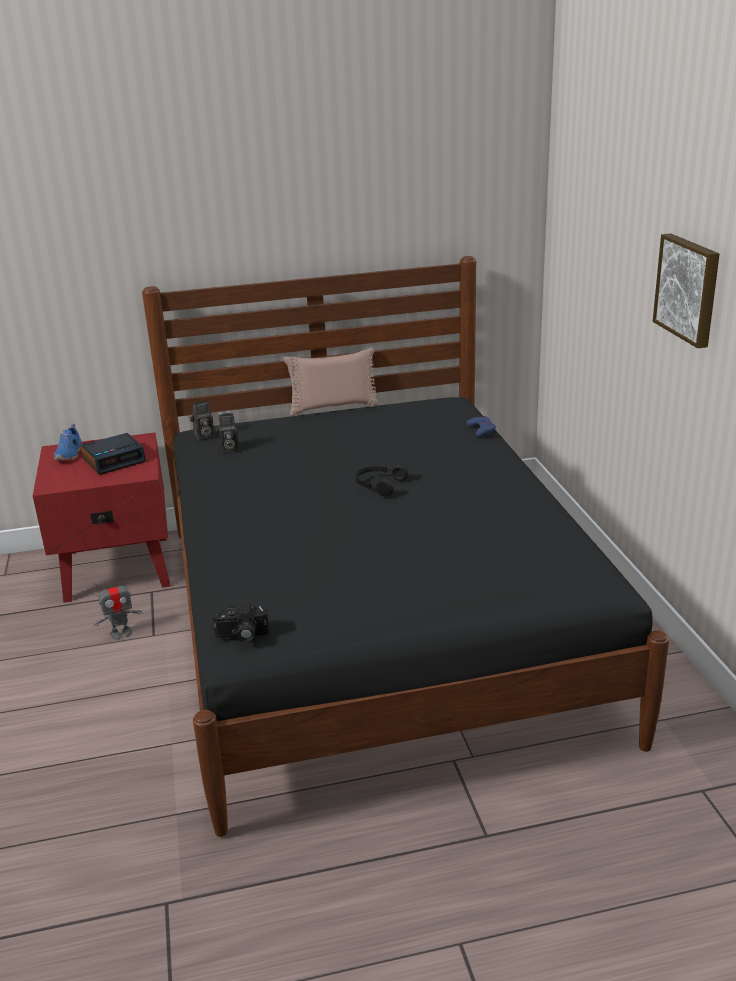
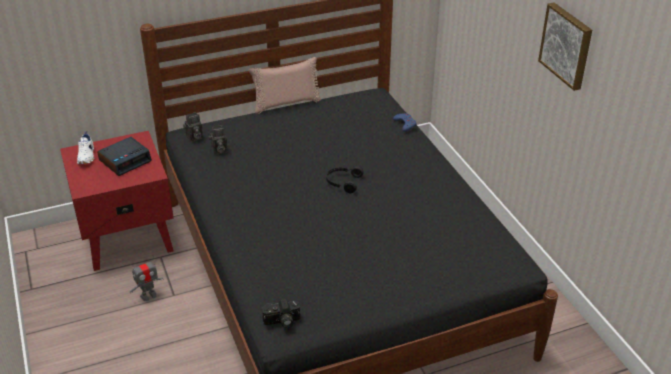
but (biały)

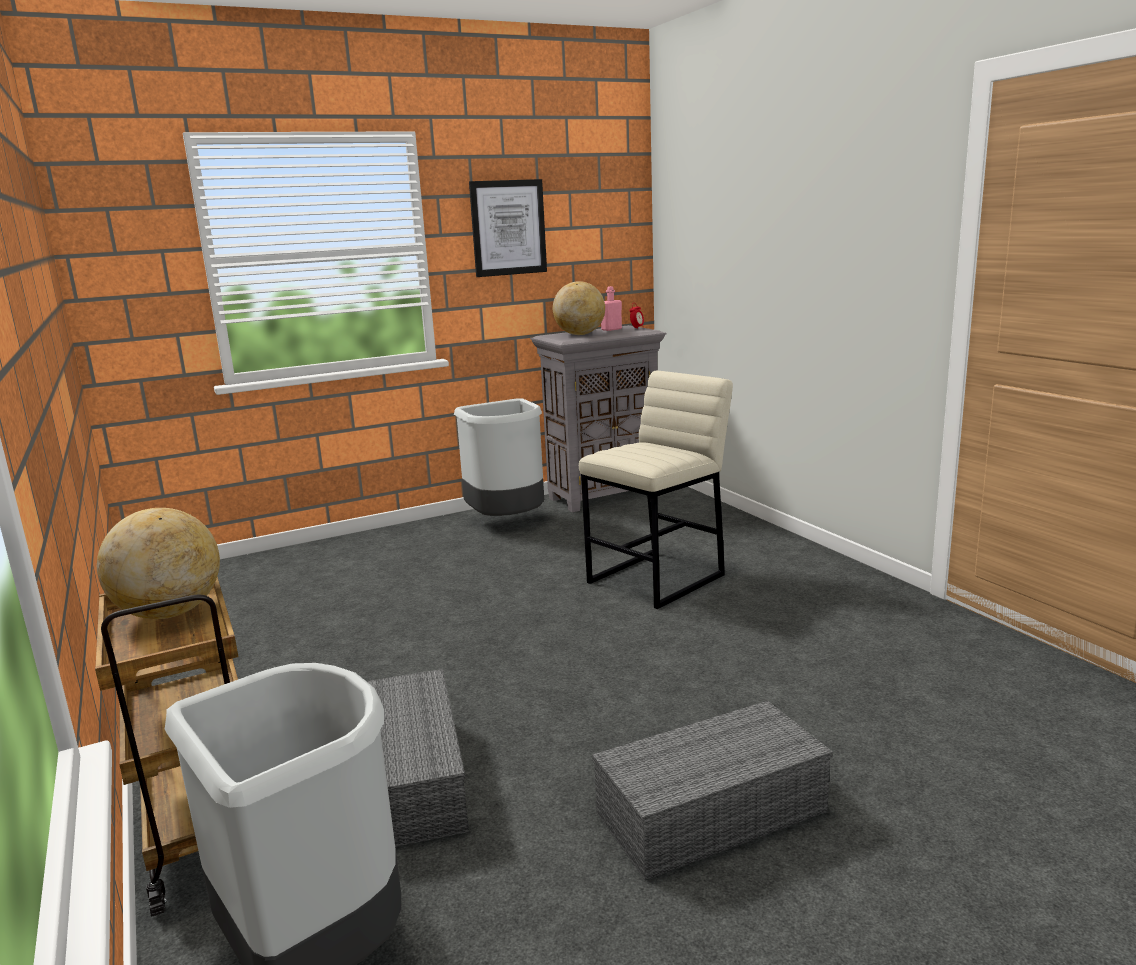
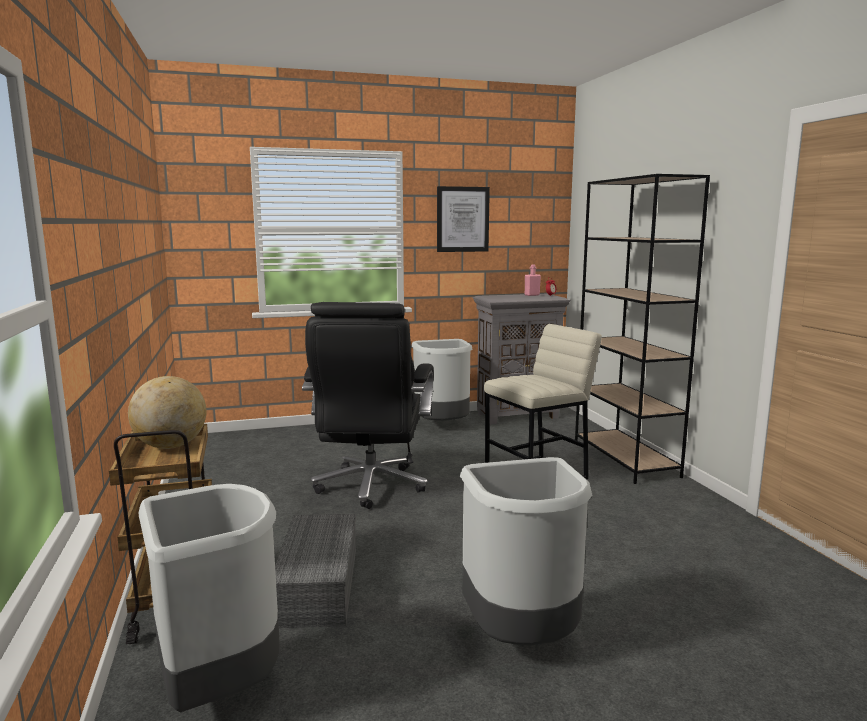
globus (no. 2 from left in the first image); kosz na śmieci (szary) (no. 3 from left); krzesło biurowe (czarny); regał (beżowy)

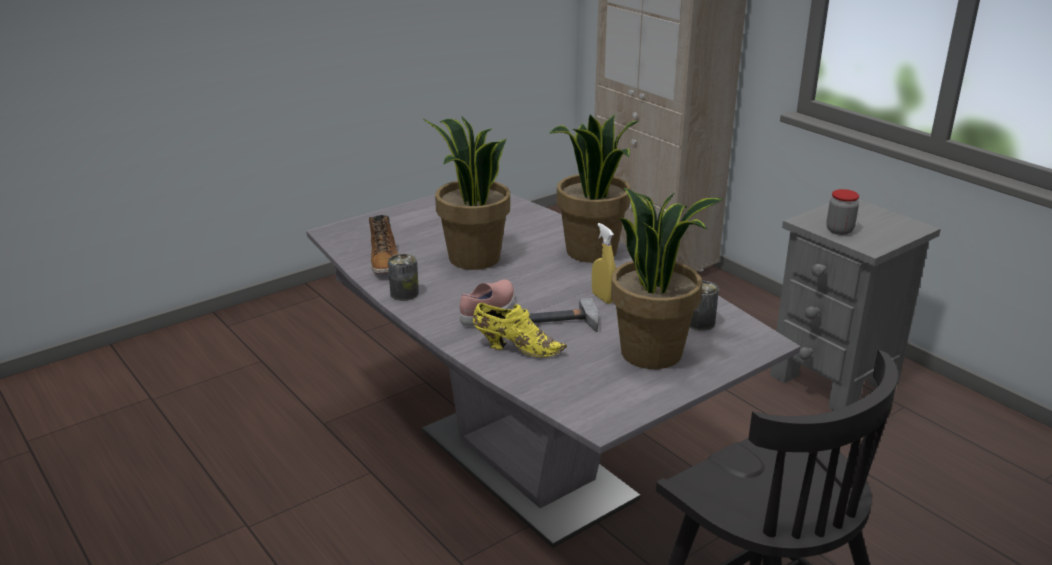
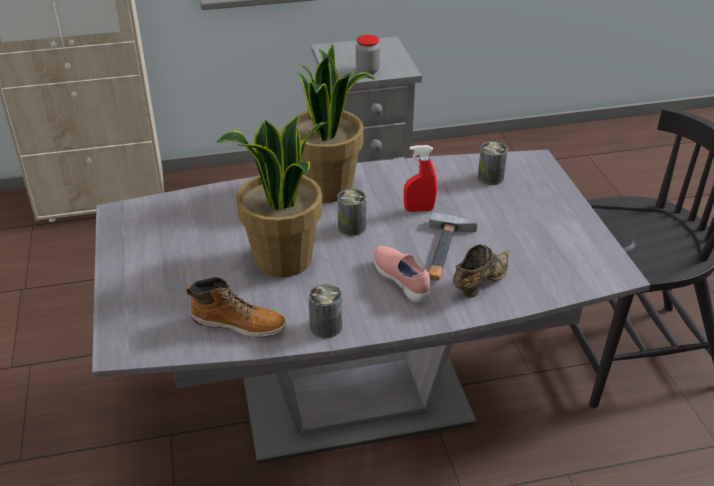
but (brązowy); spryskiwacz (czerwony); roślina doniczkowa (no. 3 from left in the first image); puszka (no. 2 from left)

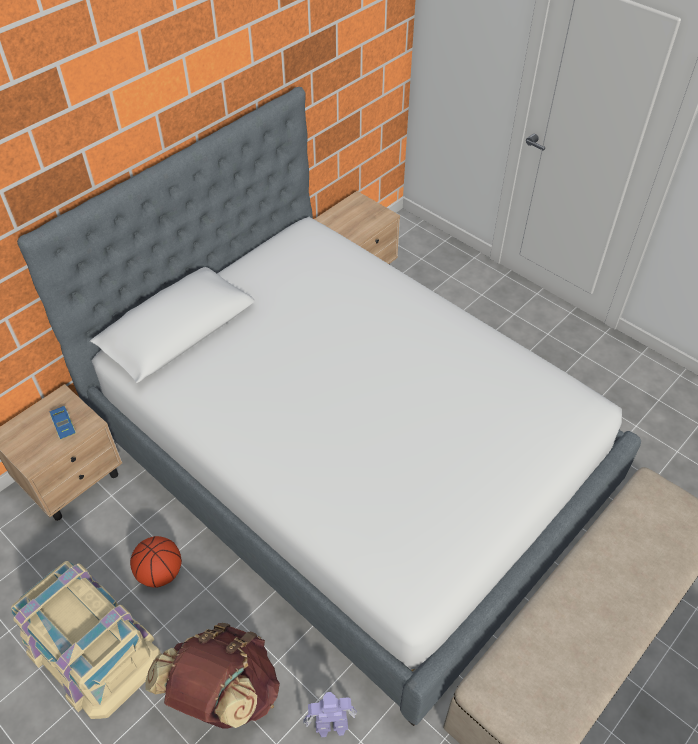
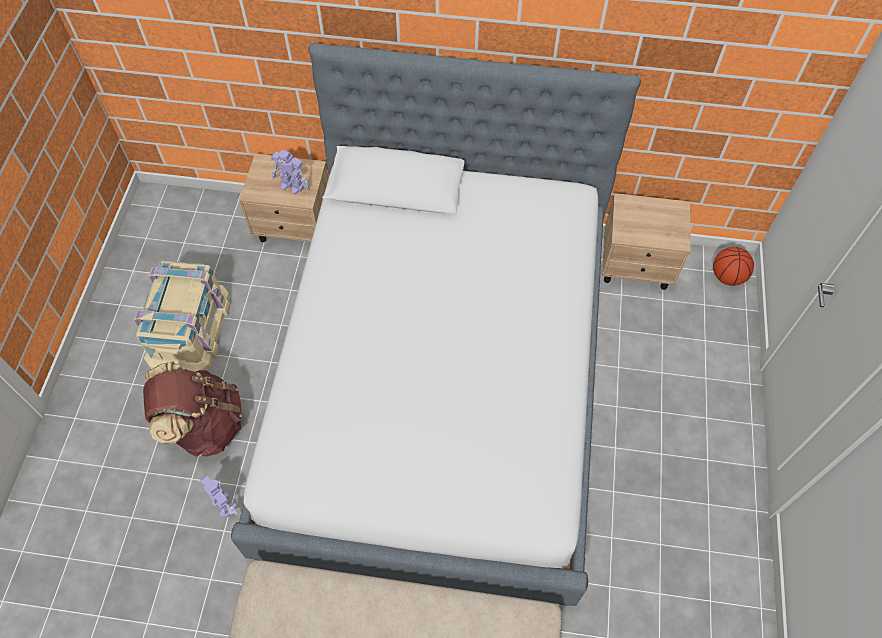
robot zabawkowy (no. 2 from left); piłka do koszykówki

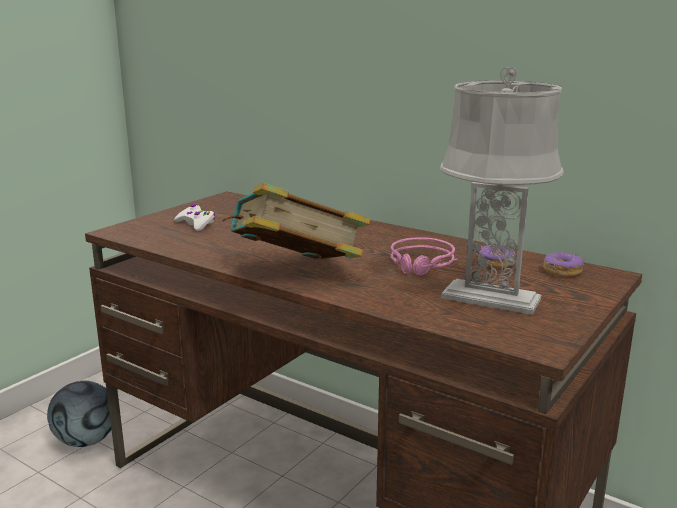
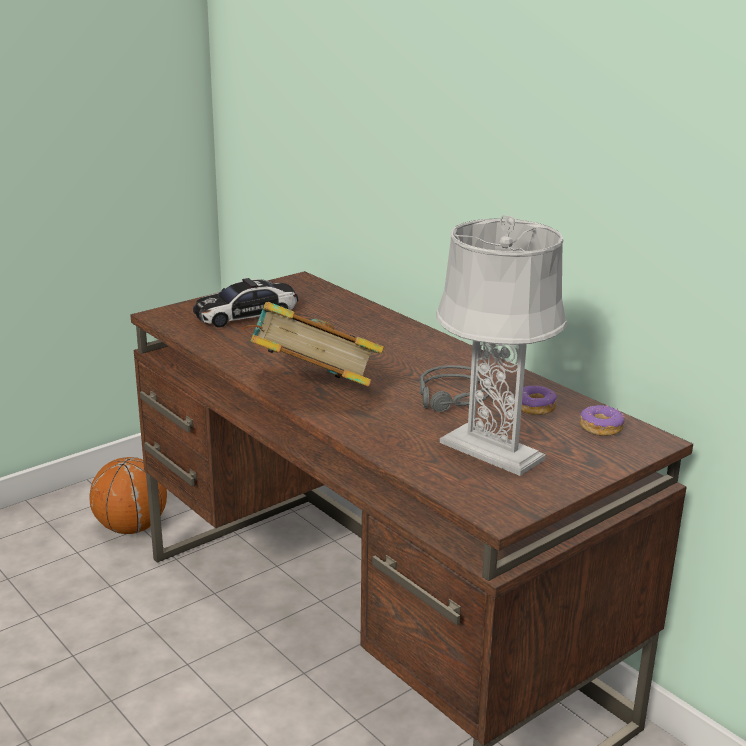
piłka do koszykówki; samochodzik; słuchawki (szary)

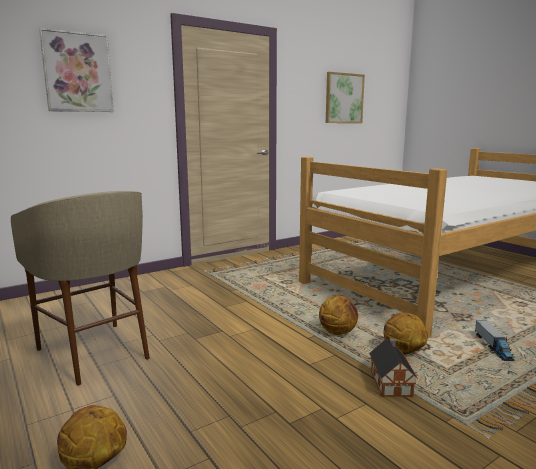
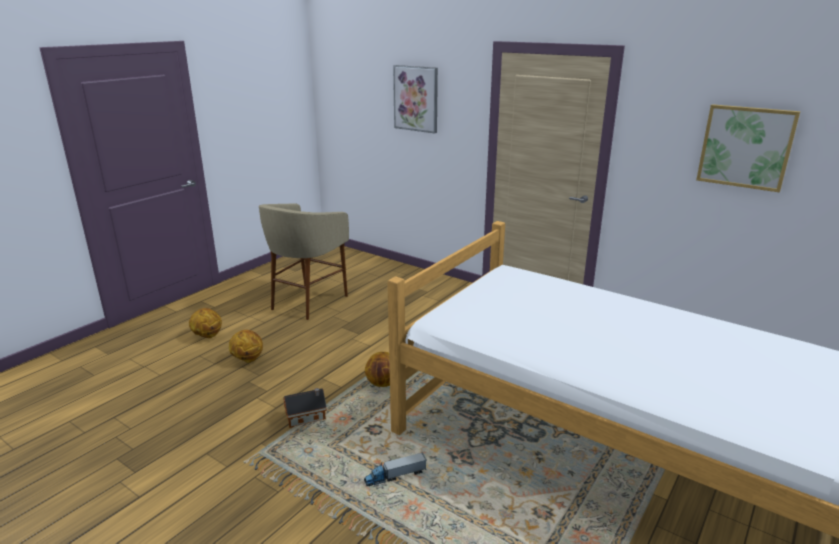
piłka do koszykówki (no. 2 from left)

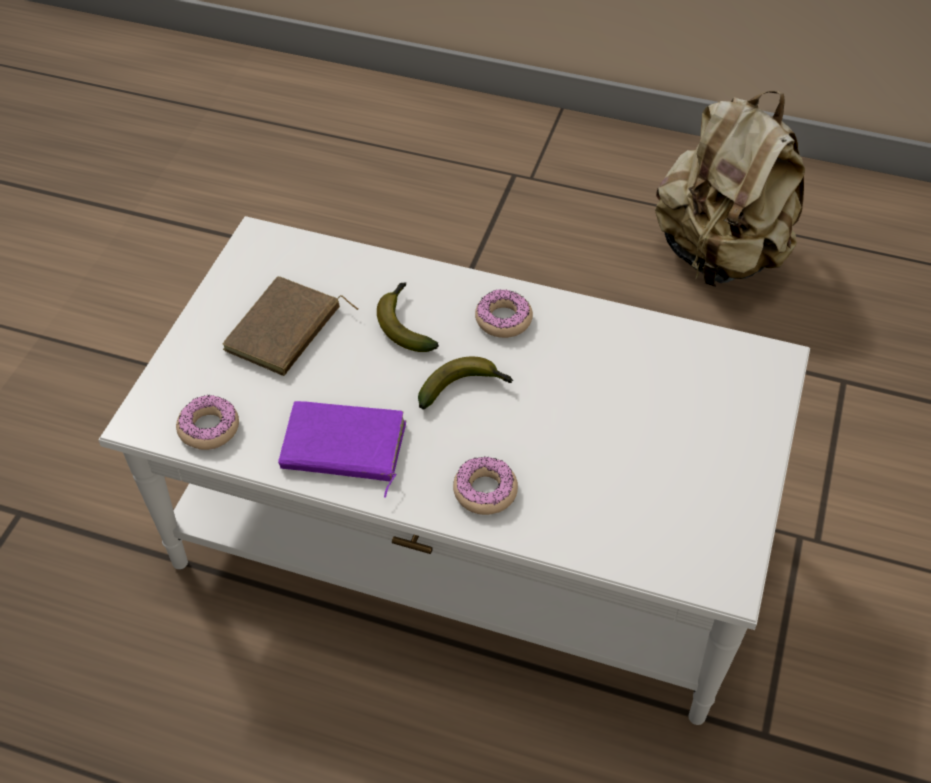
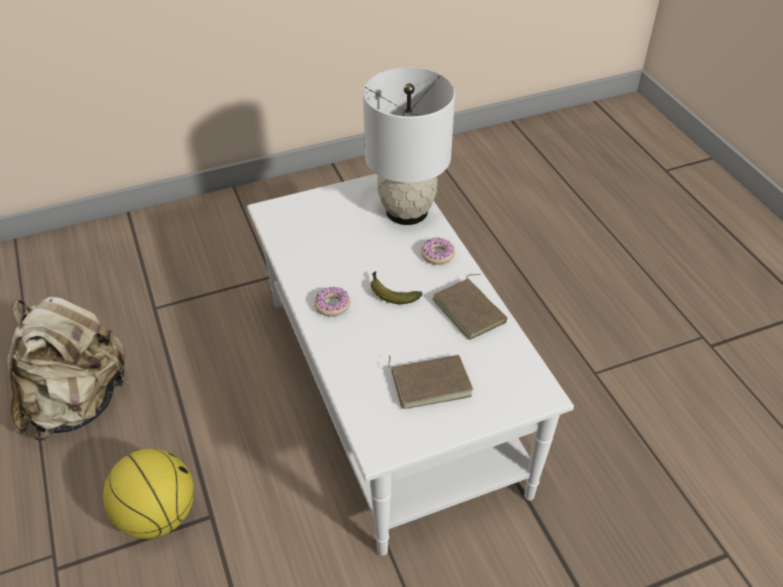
donut (no. 1 from left in the first image); książka (brązowy) (no. 2 from left); banan (no. 1 from left in the first image); piłka do koszykówki; lampa stołowa (biały)

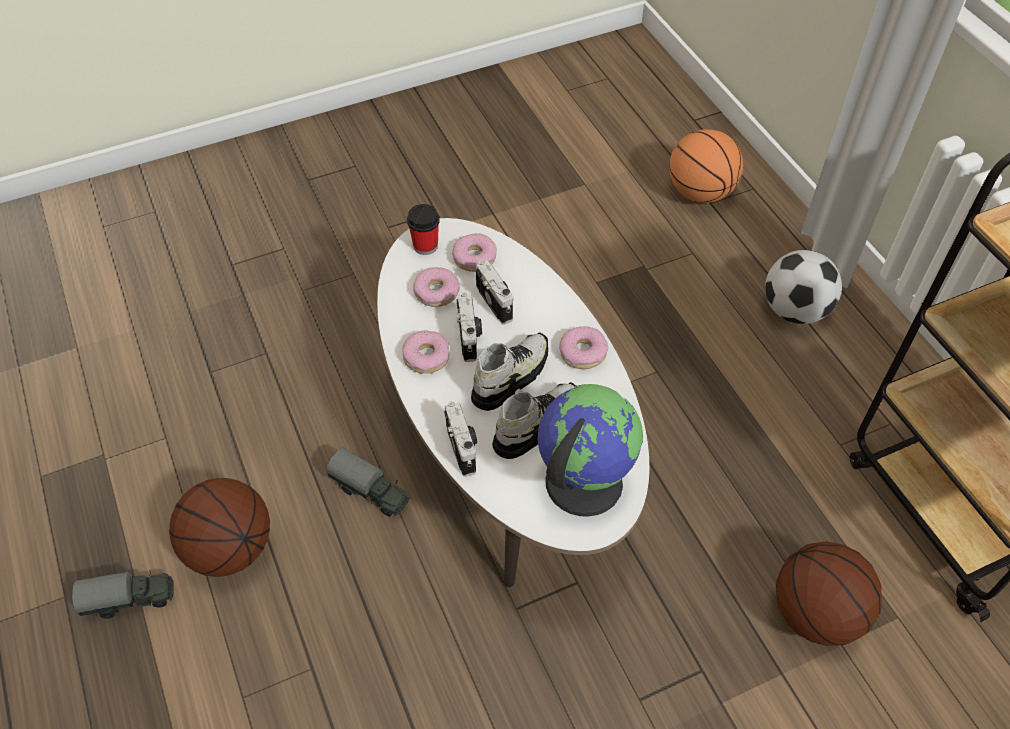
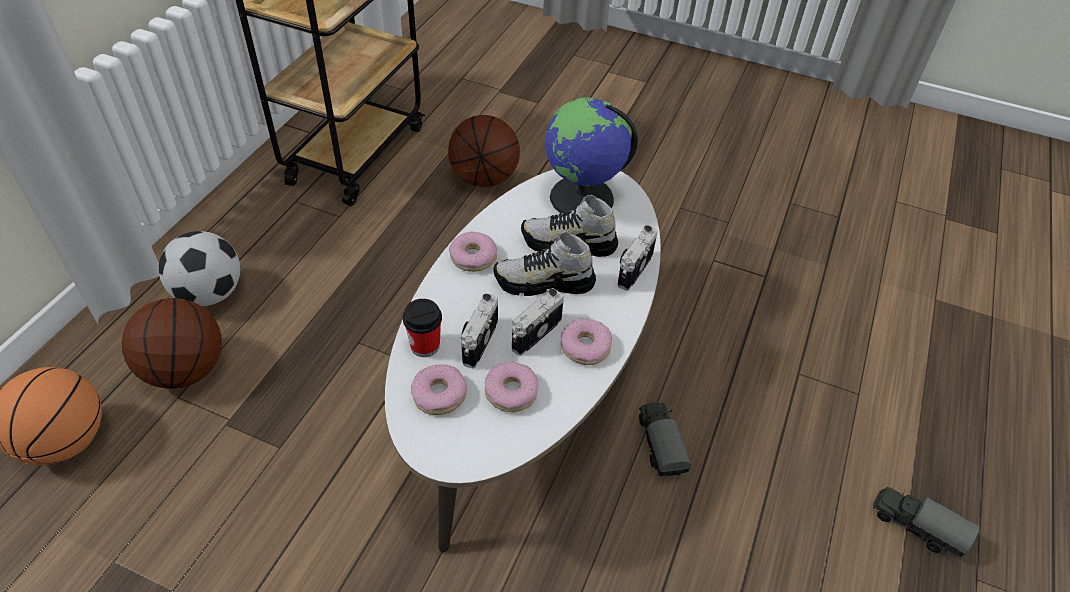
piłka do koszykówki (no. 2 from left); filiżanka

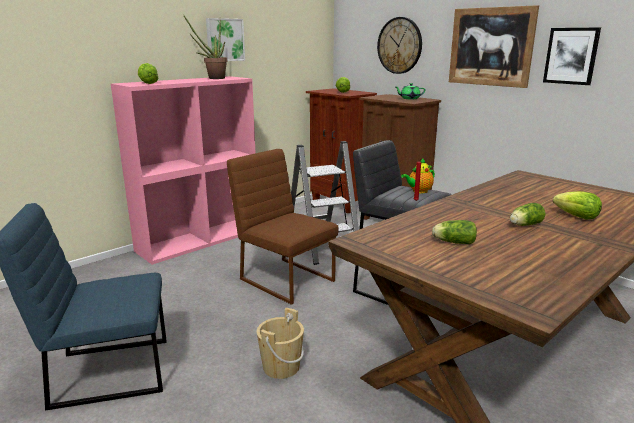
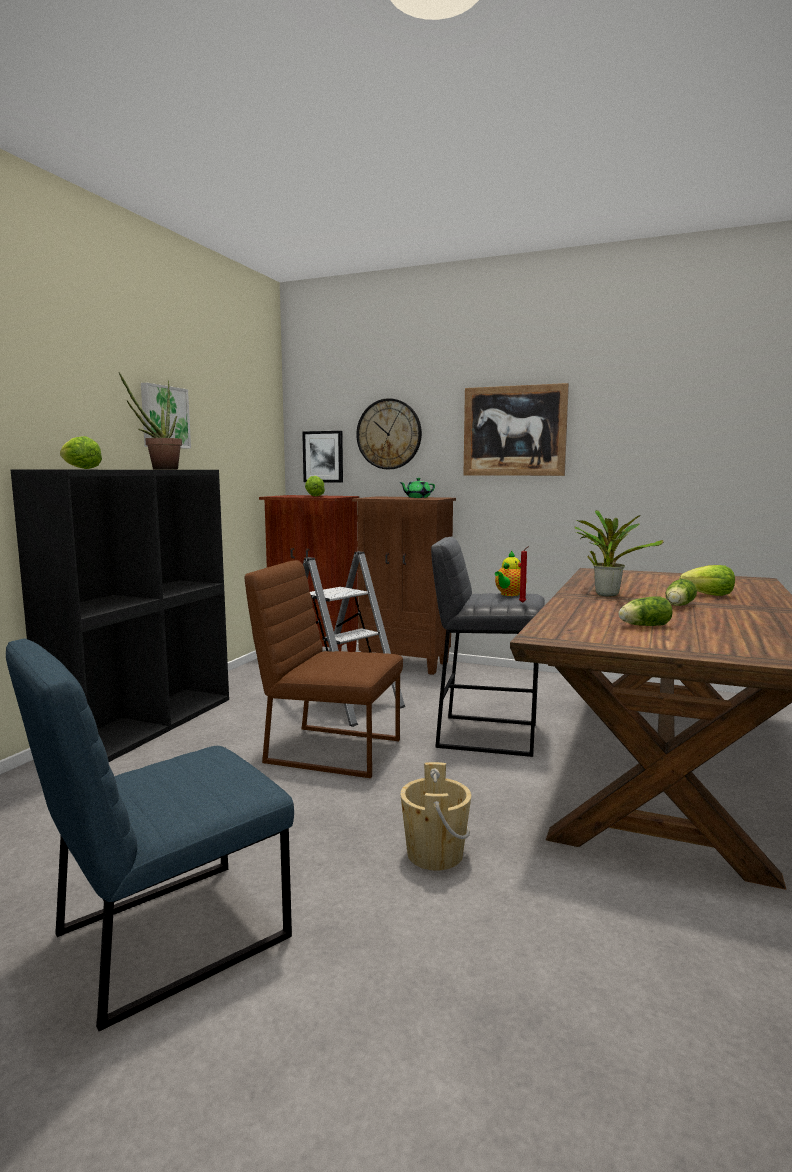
regał (czarny); obraz (no. 2 from left); roślina doniczkowa (no. 2 from left)

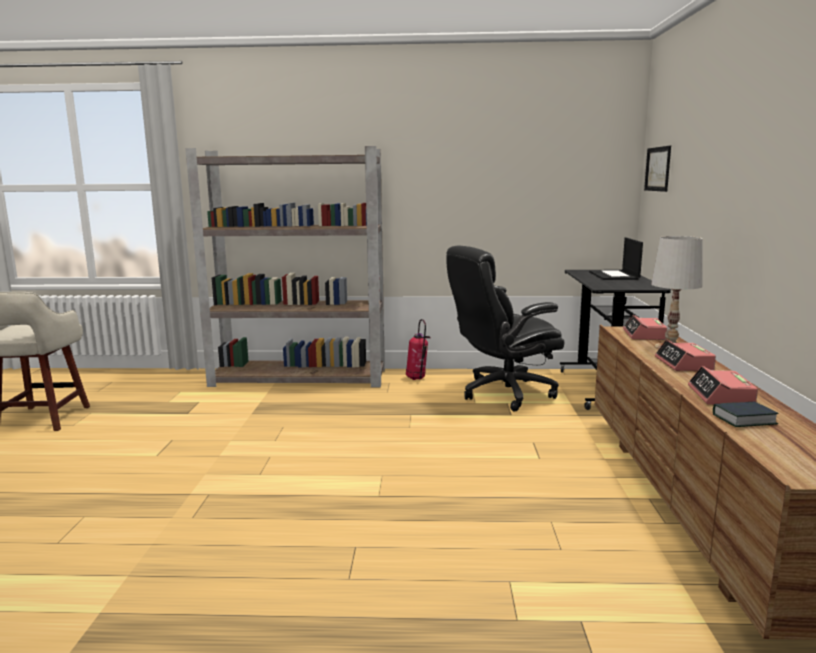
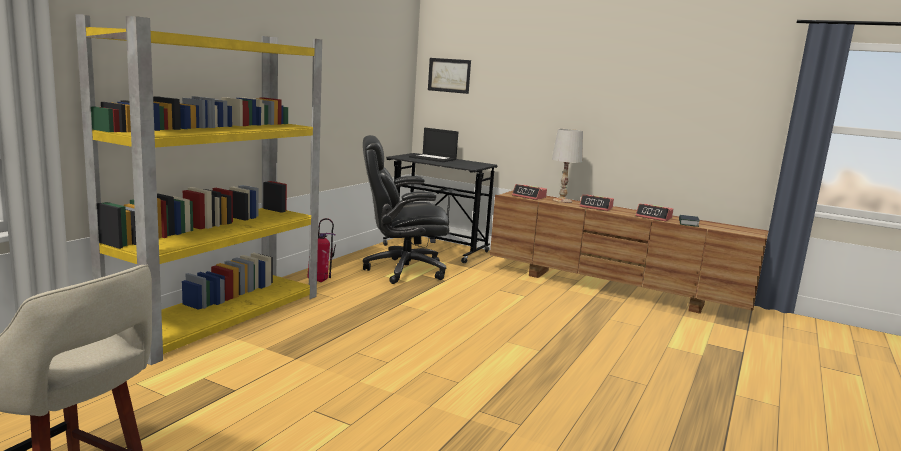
regał (żółty); krzesło biurowe (czarny)

